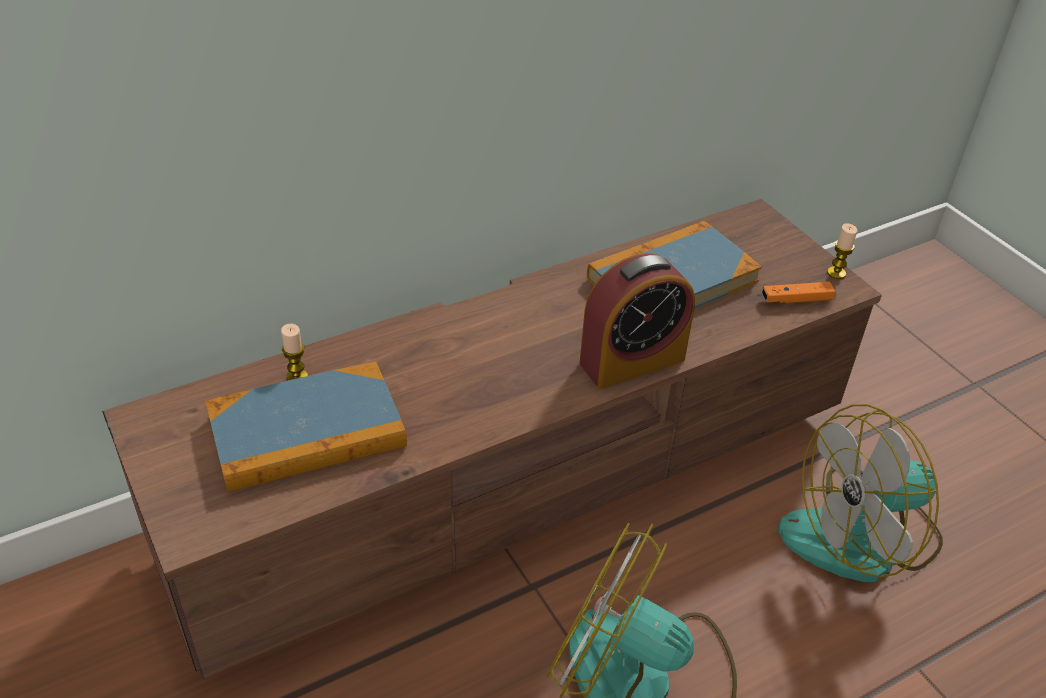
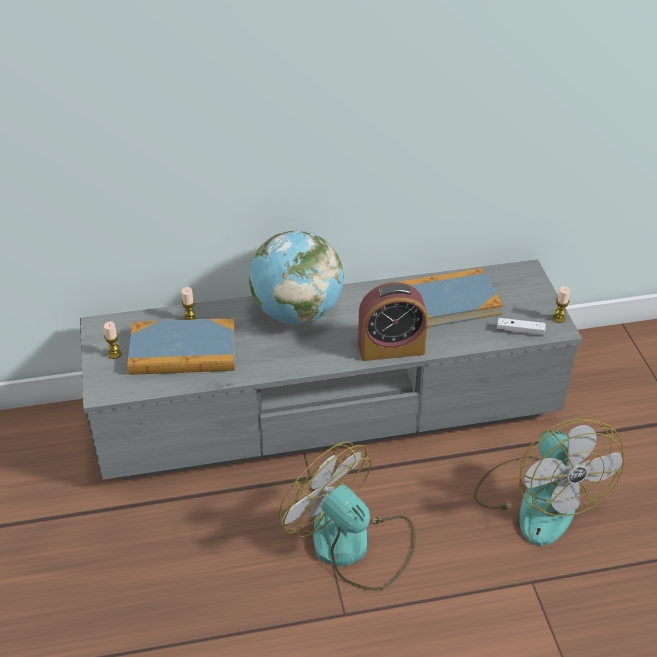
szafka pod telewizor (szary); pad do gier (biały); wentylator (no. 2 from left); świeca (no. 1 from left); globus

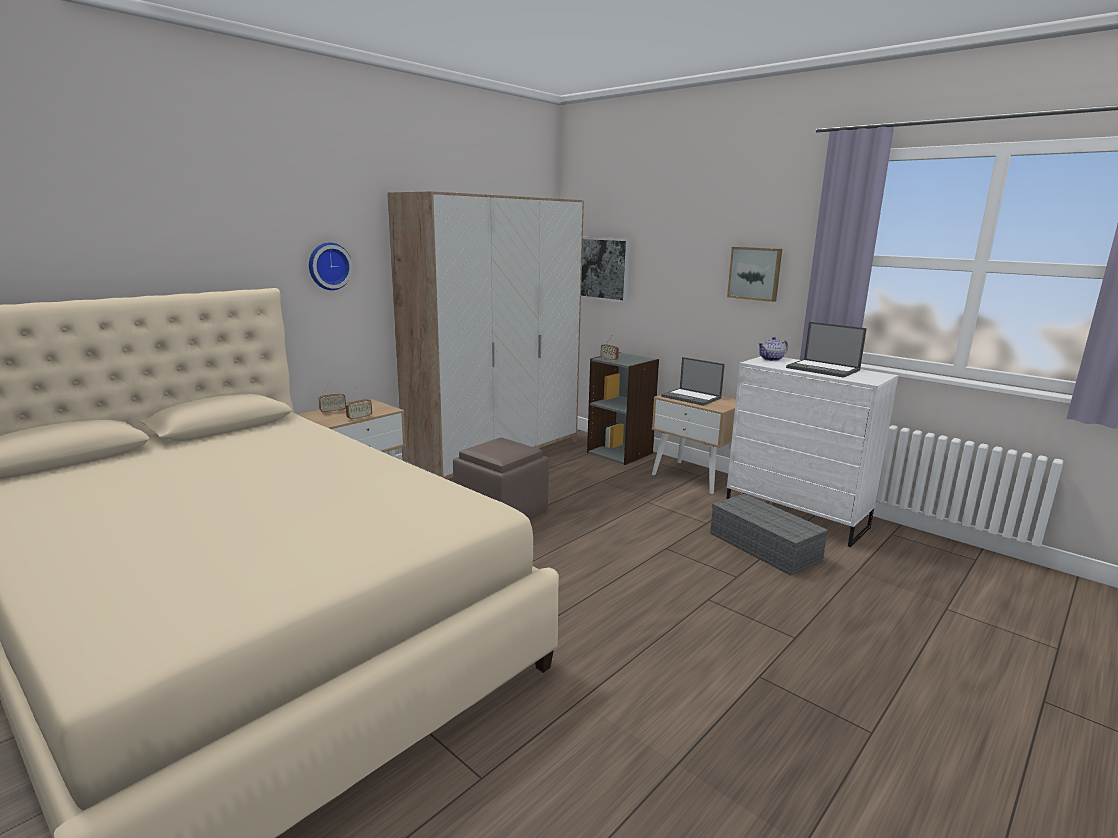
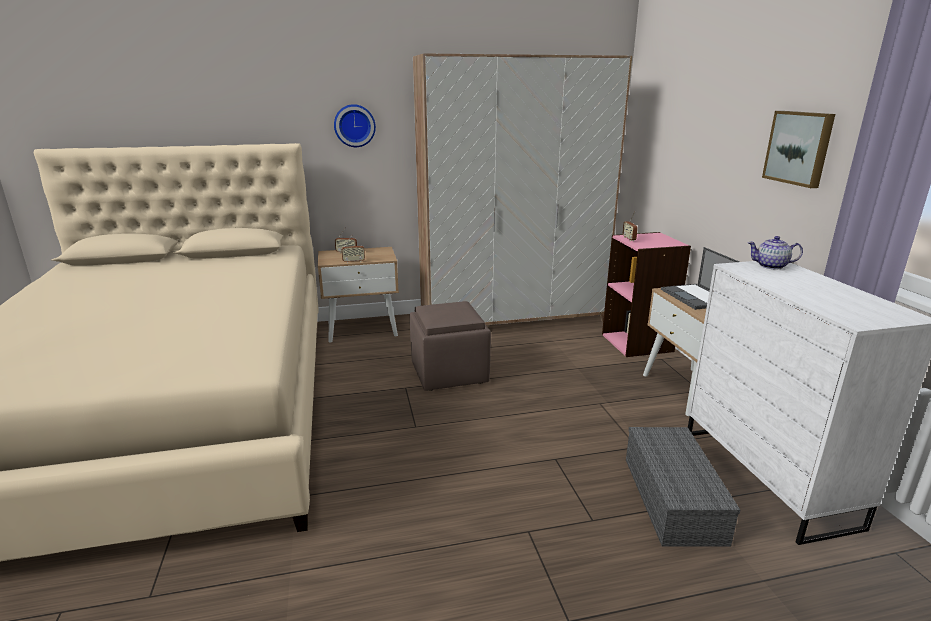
obraz (no. 1 from left in the first image); regał (różowy); laptop (no. 2 from left in the first image)

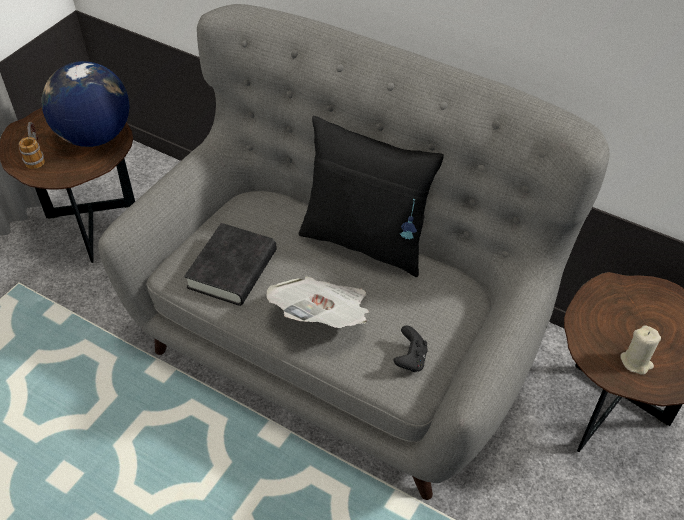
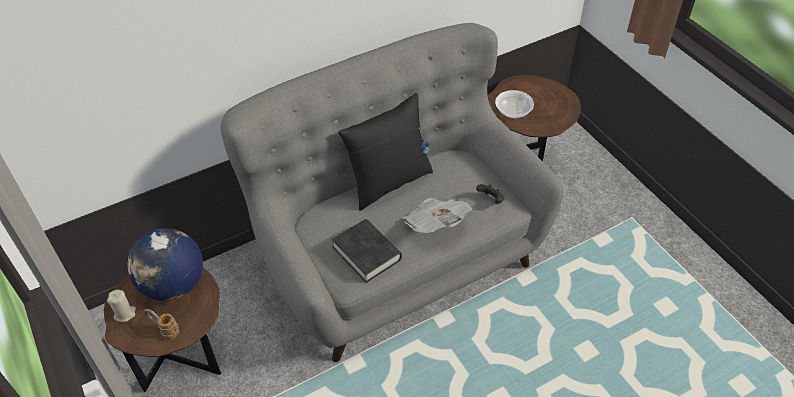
świeca (beżowy); miska

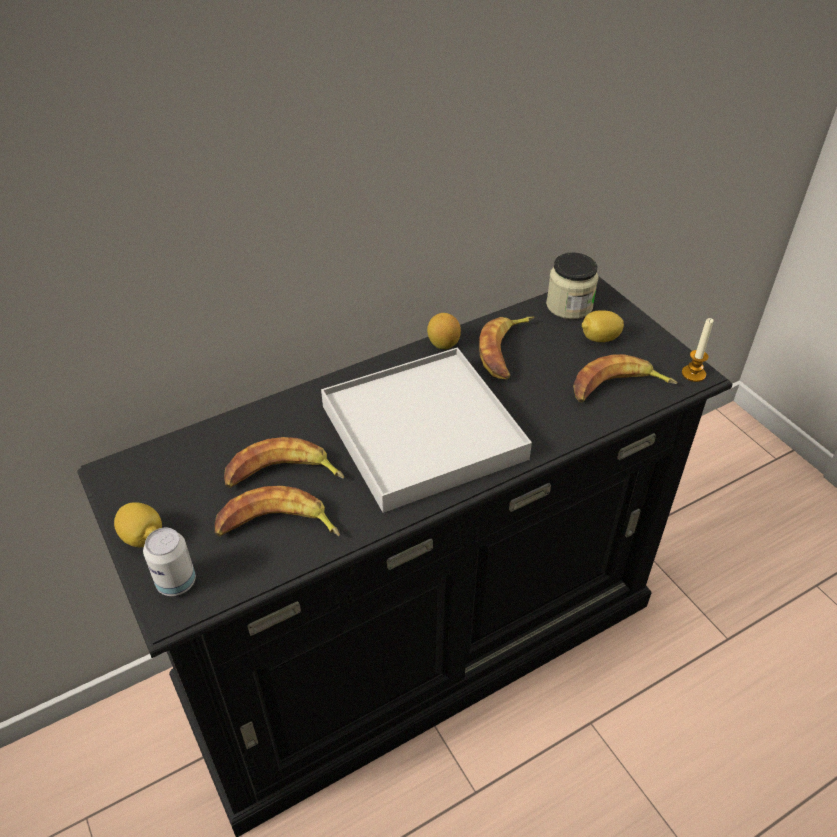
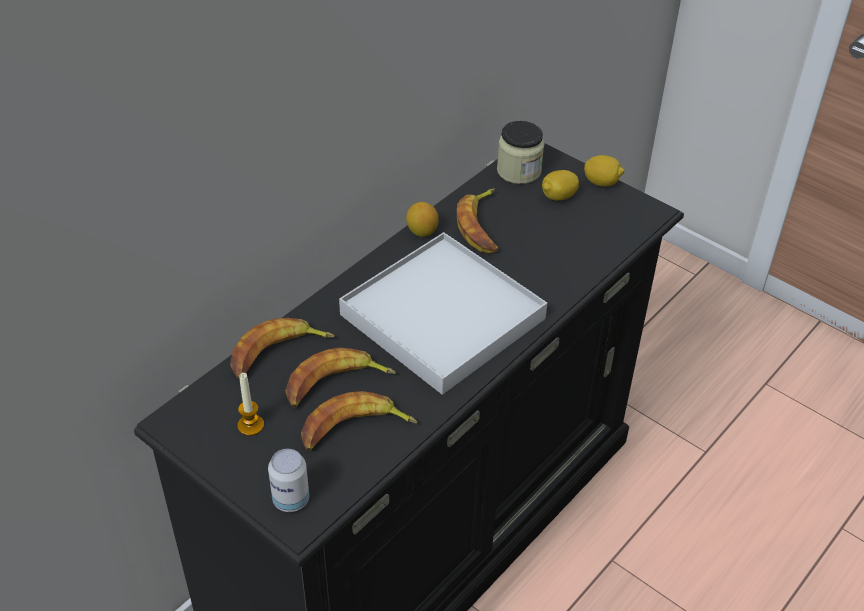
cytryna (no. 3 from left); banan (no. 1 from left); świeca

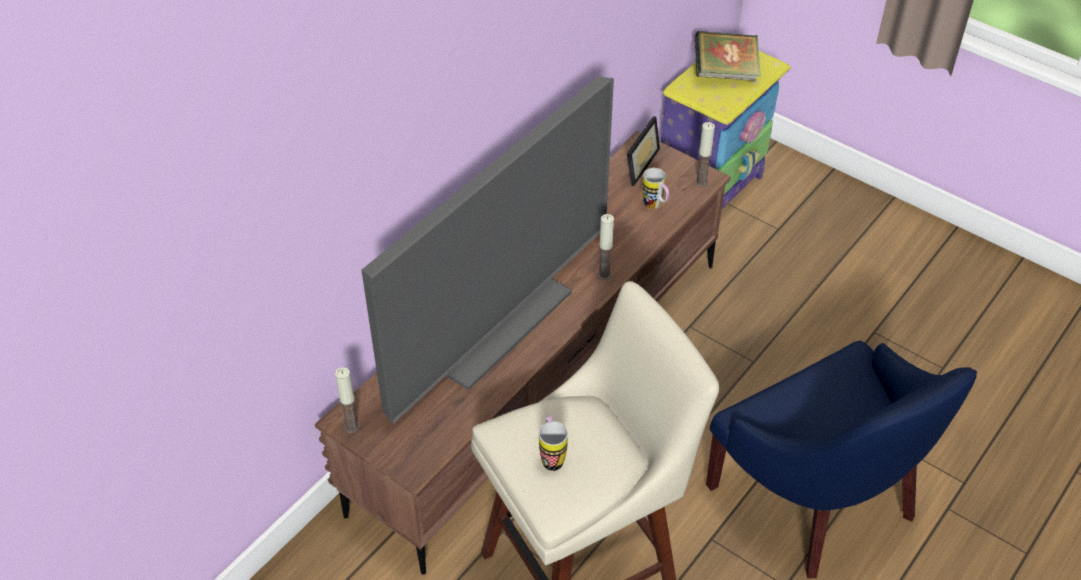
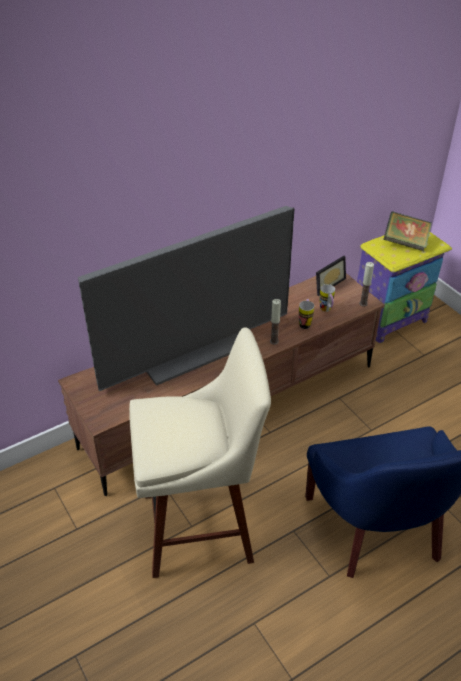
świeca (no. 1 from left in the first image); kubek (no. 1 from left)

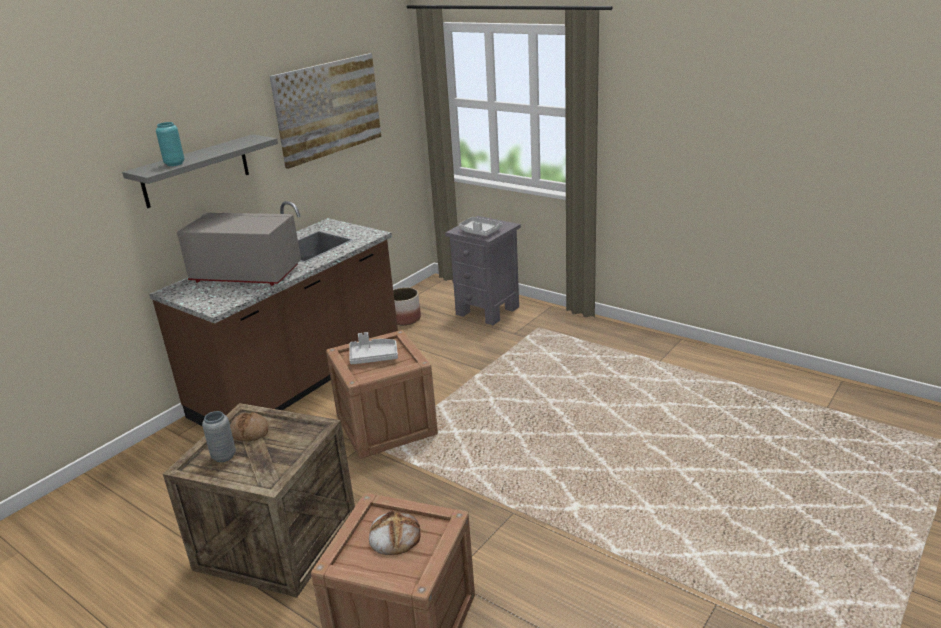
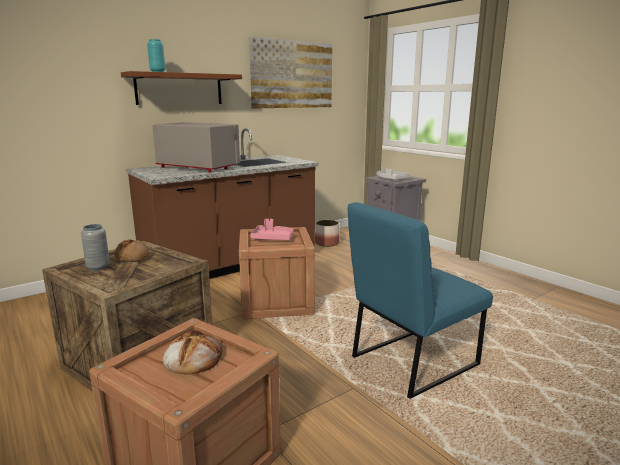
półka (brązowy); taca (różowy); krzesło (niebieski)

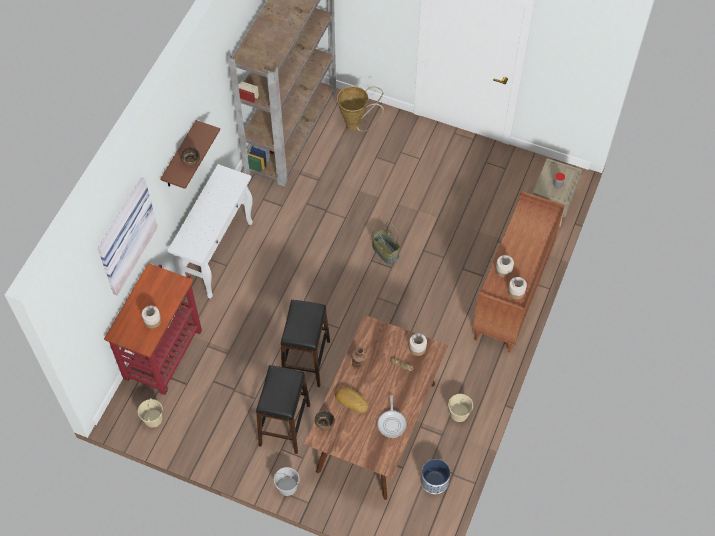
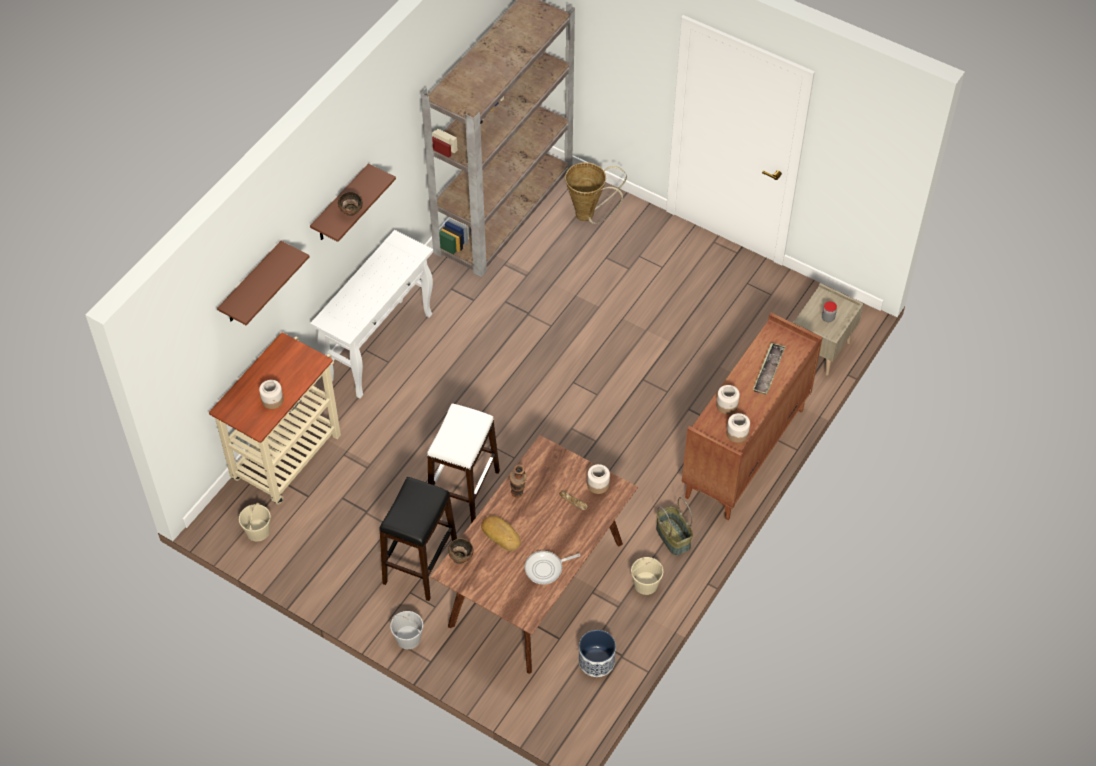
półka (brązowy) (no. 1 from left); wózek (beżowy); stołek (biały); koszyk (no. 2 from left); patelnia; taca

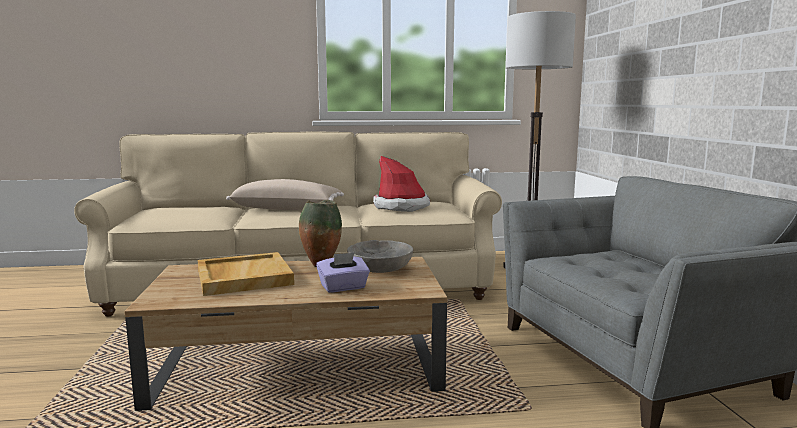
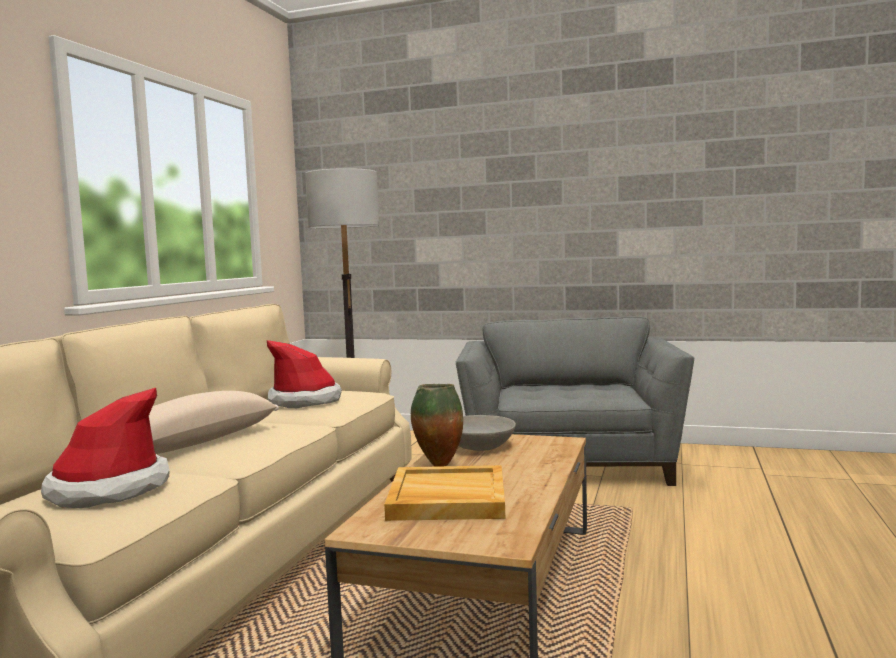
pudełko chusteczek (fioletowy); kapelusz (no. 1 from left)

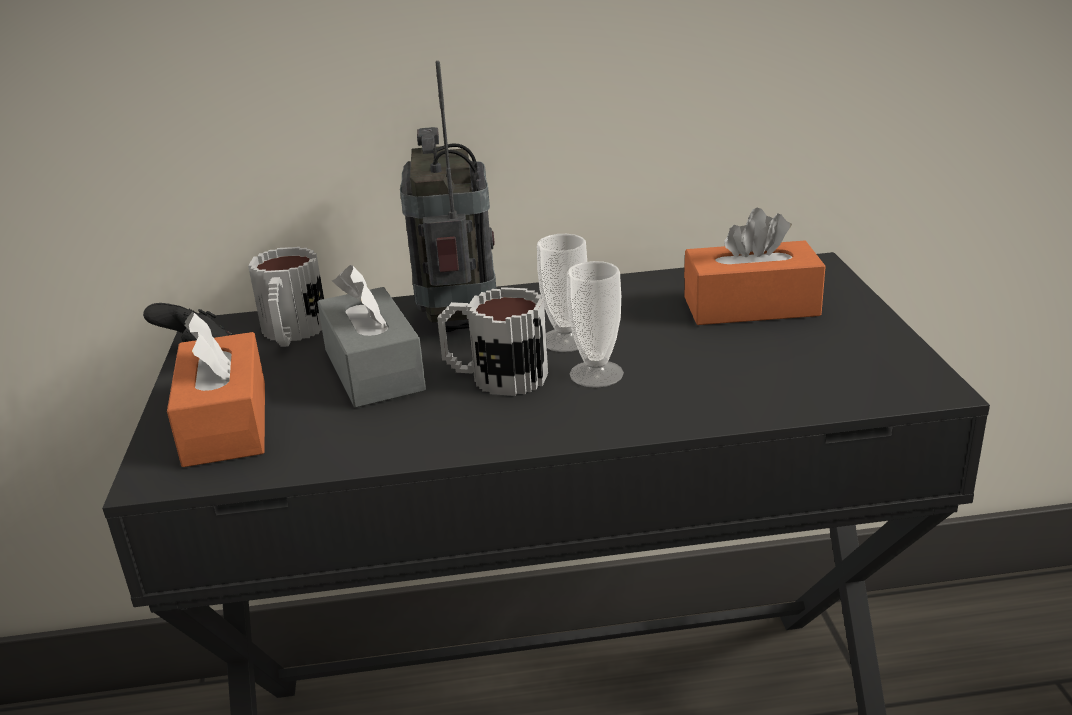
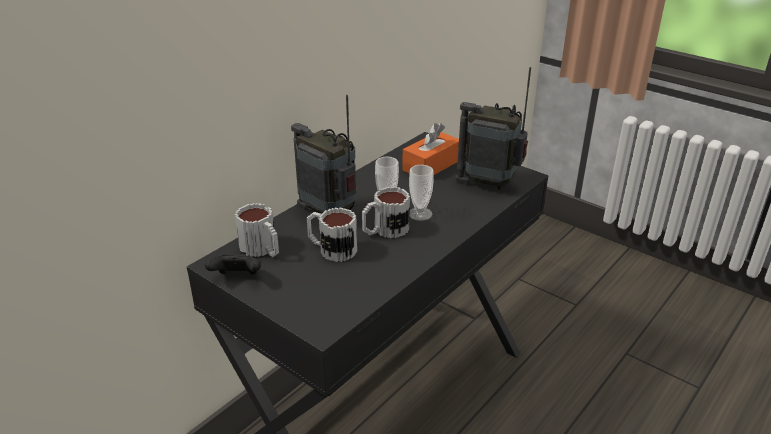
pudełko chusteczek (pomarańczowy) (no. 1 from left in the first image); kubek (no. 2 from left); radio (no. 2 from left)

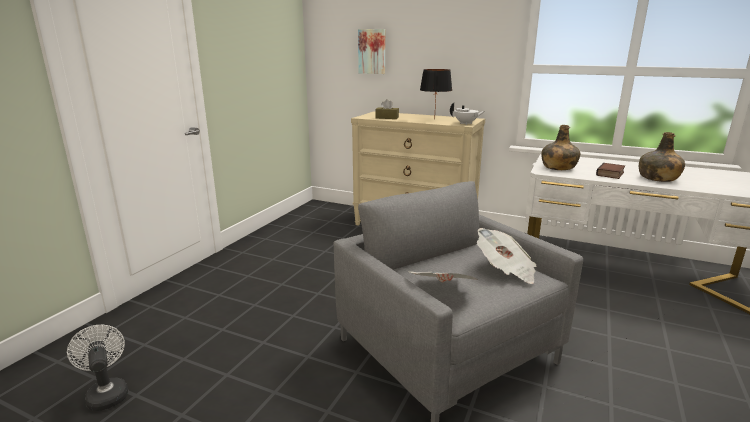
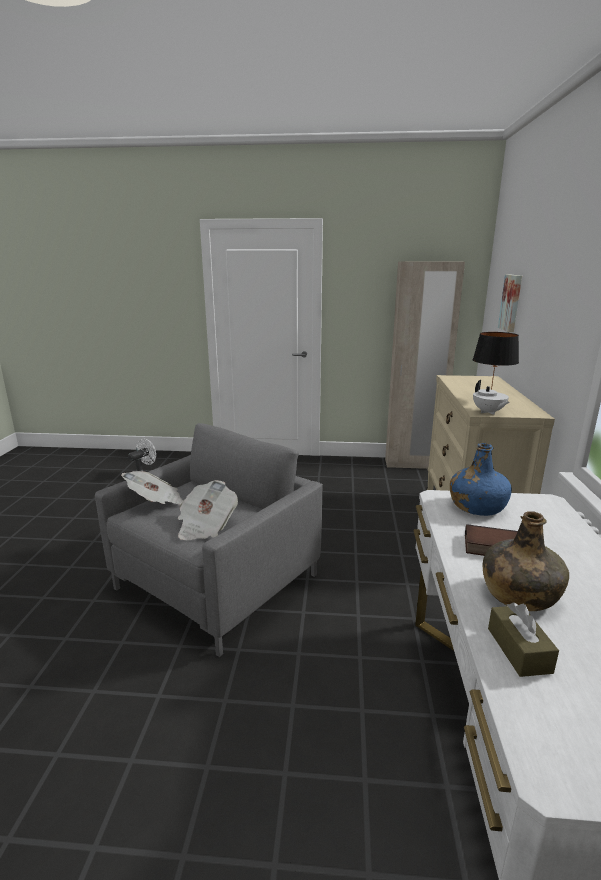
pudełko chusteczek (brązowy); butelka (niebieski); szafa (beżowy)

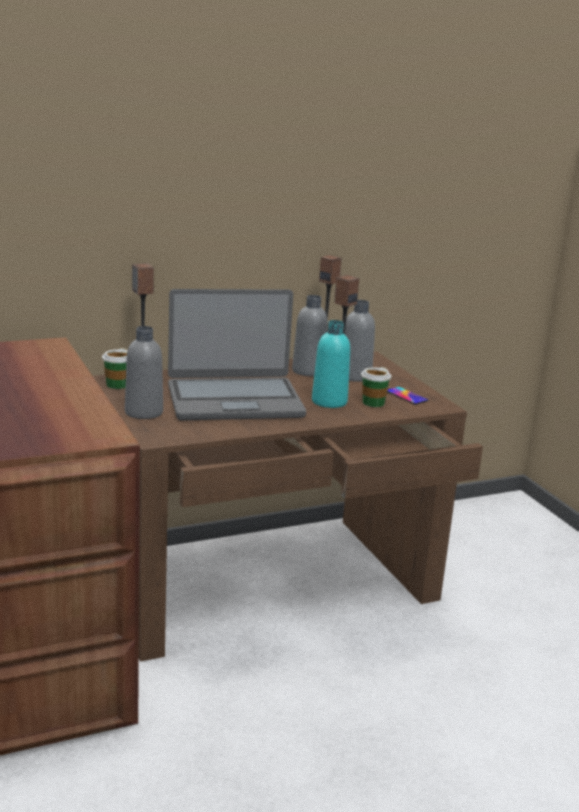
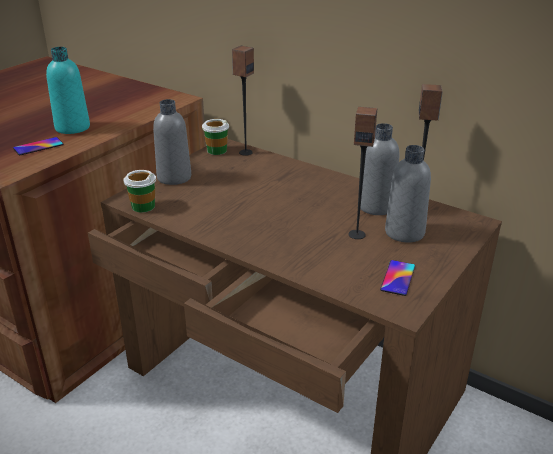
laptop; butelka (turkusowy); filiżanka (no. 1 from left); telefon (no. 1 from left)

